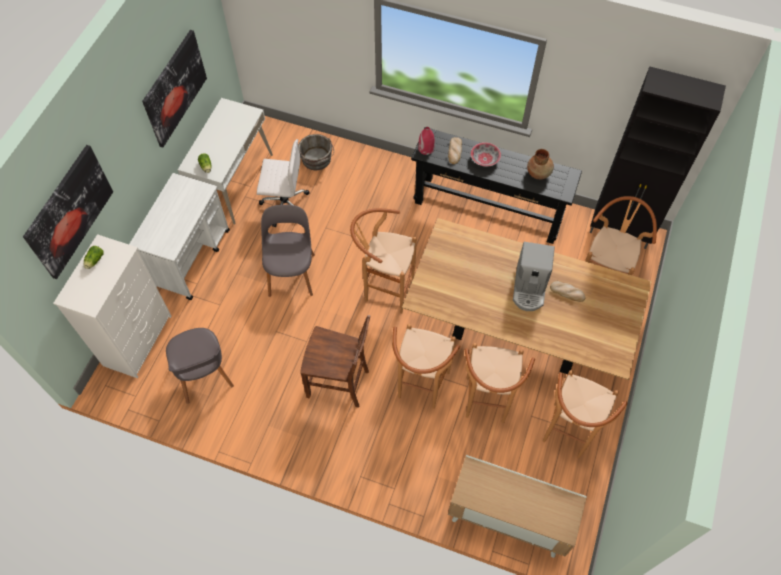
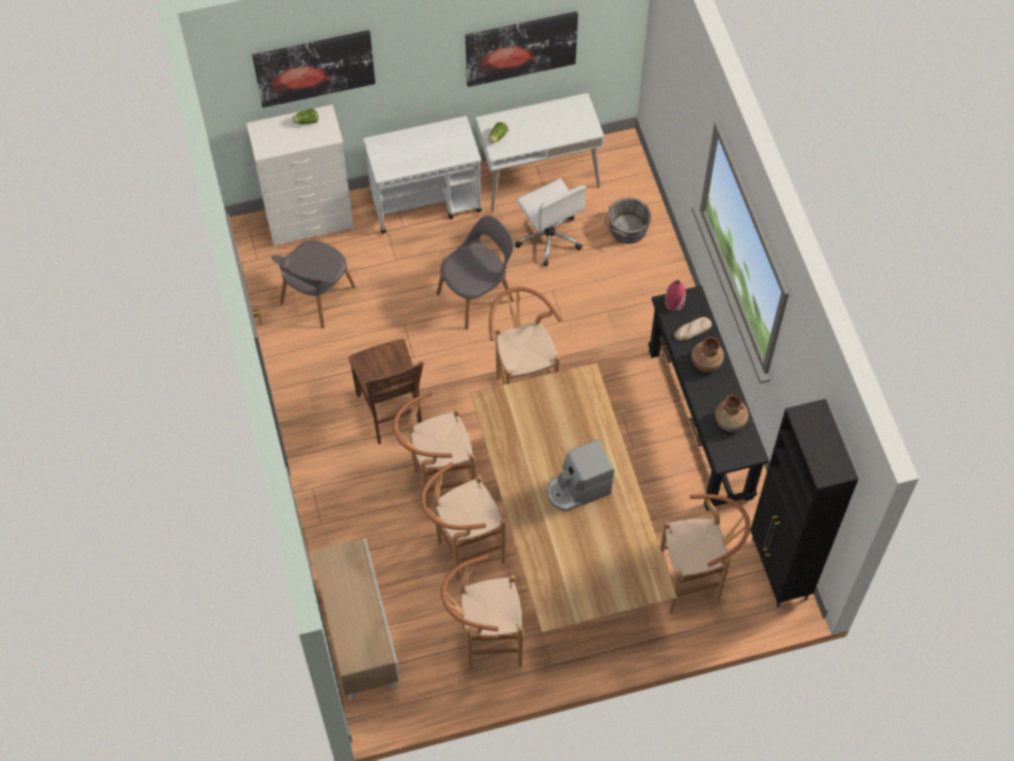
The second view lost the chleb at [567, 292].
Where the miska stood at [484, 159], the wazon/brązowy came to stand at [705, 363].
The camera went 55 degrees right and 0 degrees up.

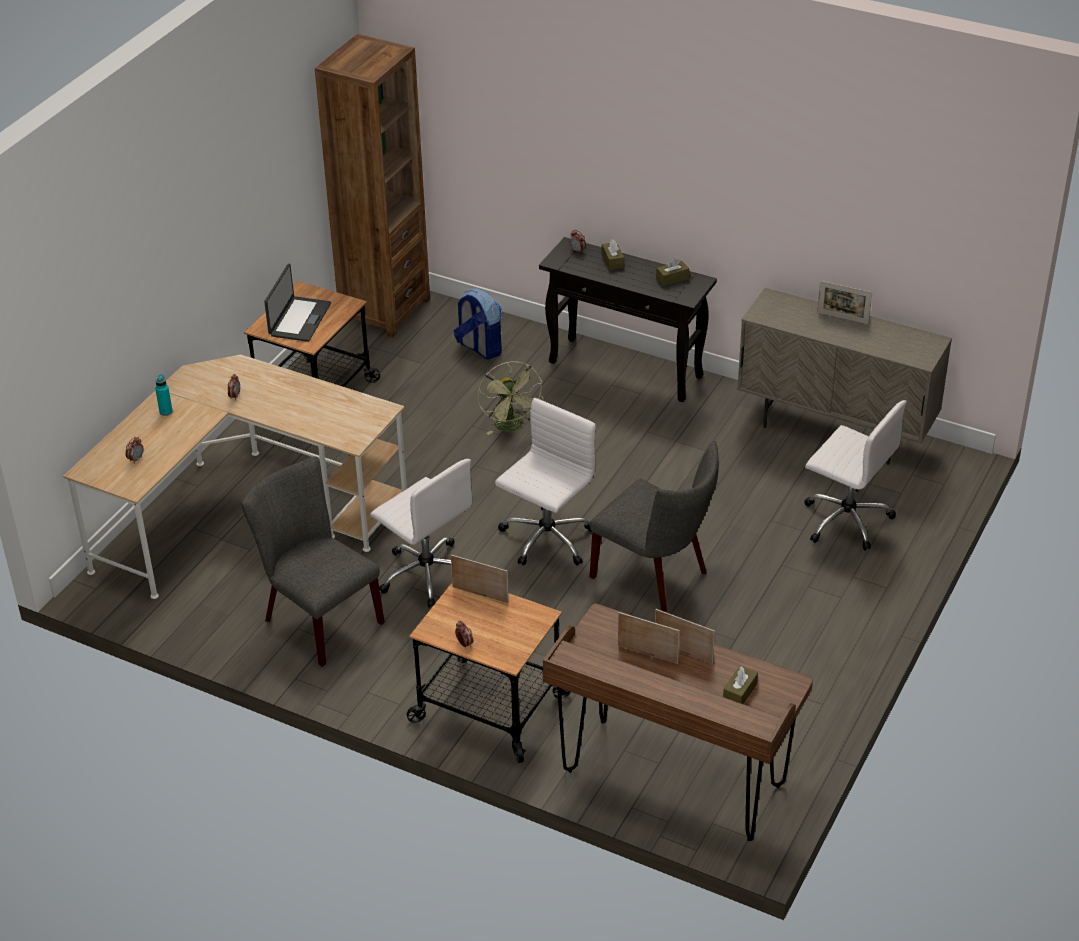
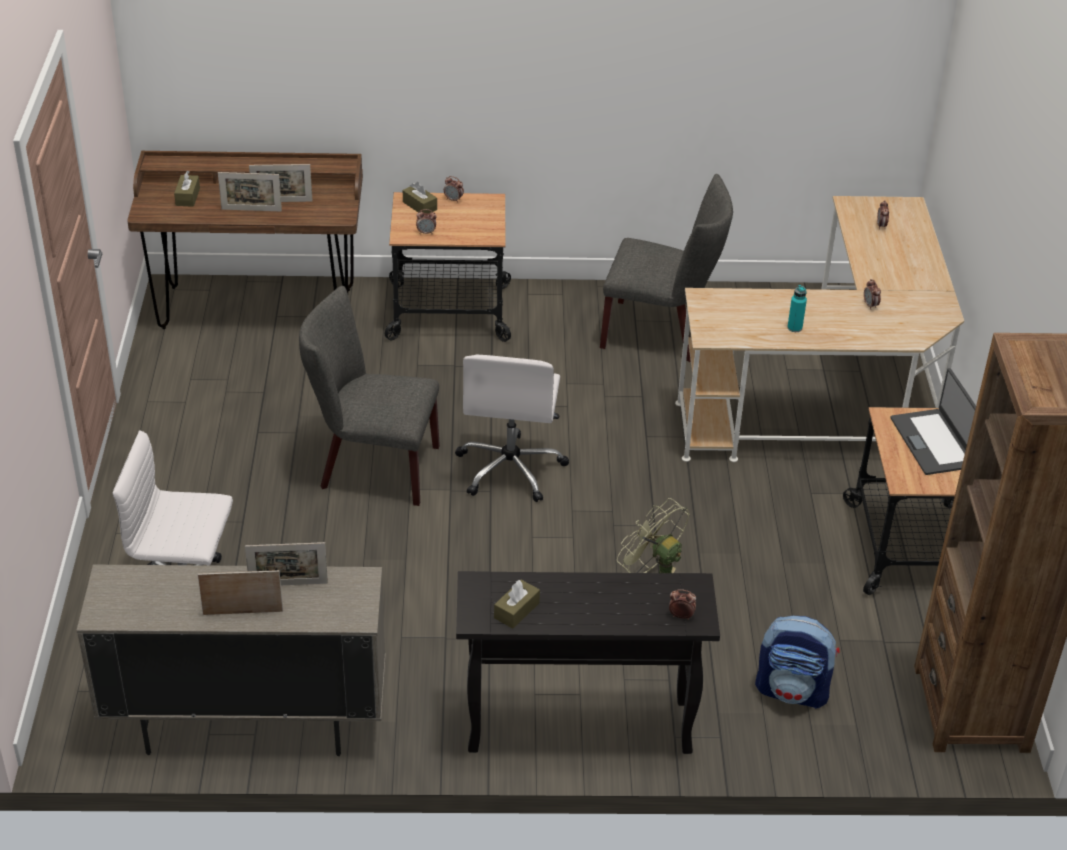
The second view lost the krzesło biurowe/biały at [426, 573].
The second view gained the budzik at [426, 232].
The butelka/turkusowy ended up elsewhere, having gone from [166, 412] to [794, 328].
The ramka na zdjęcie ended up elsewhere, having gone from [480, 595] to [288, 584].
The pudełko chusteczek/brązowy ended up elsewhere, having gone from [612, 261] to [420, 206].
The camera went 150 degrees right and 0 degrees up.

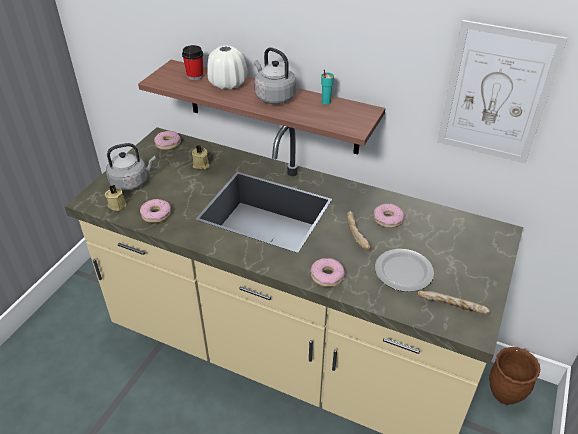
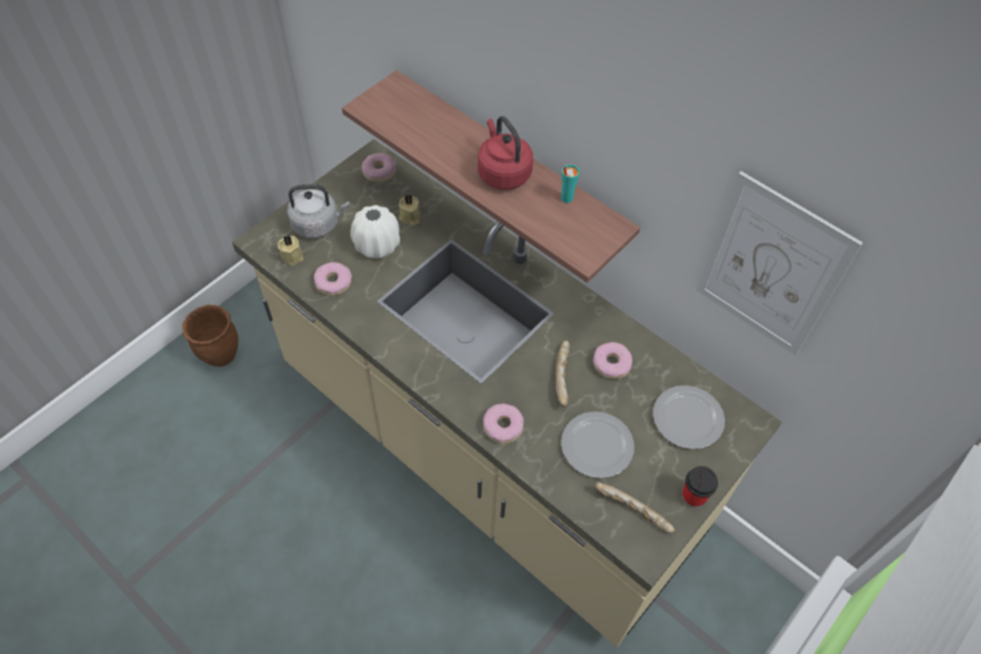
The second view gained the talerz at [689, 418].
The filiżanka ended up elsewhere, having gone from [195, 76] to [693, 496].
The wazon/biały ended up elsewhere, having gone from [228, 84] to [377, 245].
The donica/brązowy ended up elsewhere, having gone from [503, 393] to [221, 355].
What was the czajnik/szary at [273, 96] turned into the czajnik/czerwony at [503, 172].
The camera went 15 degrees right and 15 degrees up.

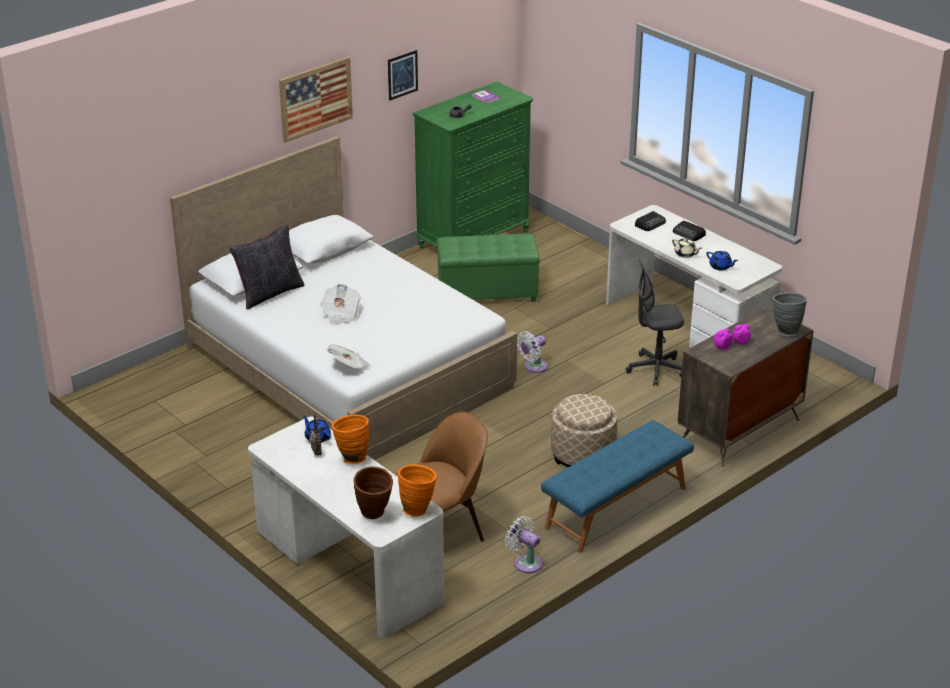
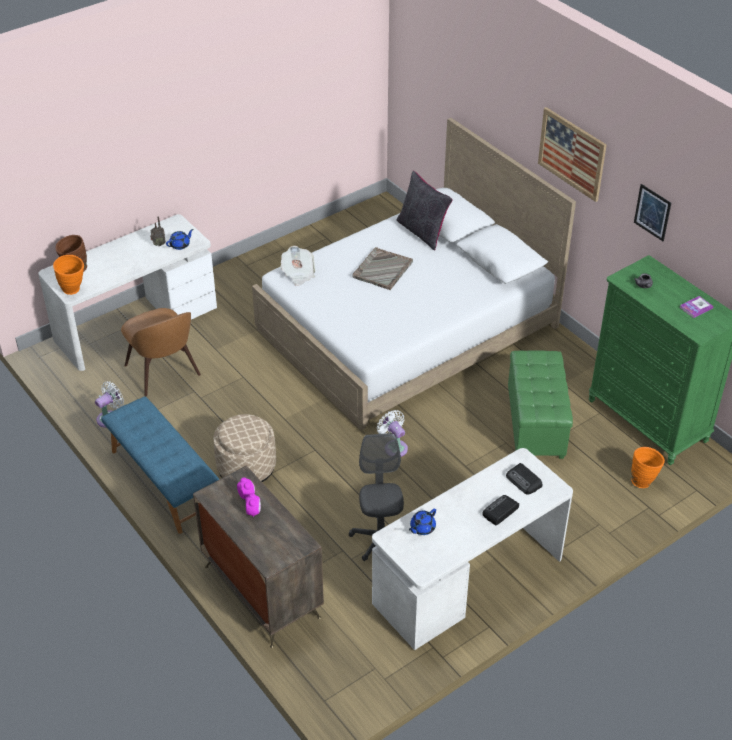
The second view lost the imbryk/beżowy at [685, 254].
The second view lost the wazon/szary at [785, 330].
The wazon/pomarańczowy ended up elsewhere, having gone from [351, 457] to [643, 481].
Where the gazeta stood at [340, 315], the taca/szary came to stand at [382, 270].
The camera went 95 degrees right and 10 degrees up.

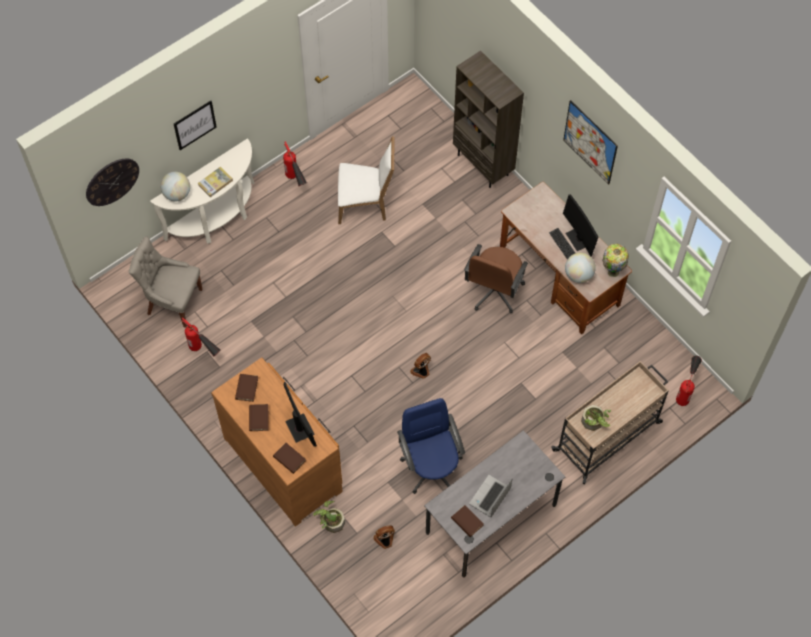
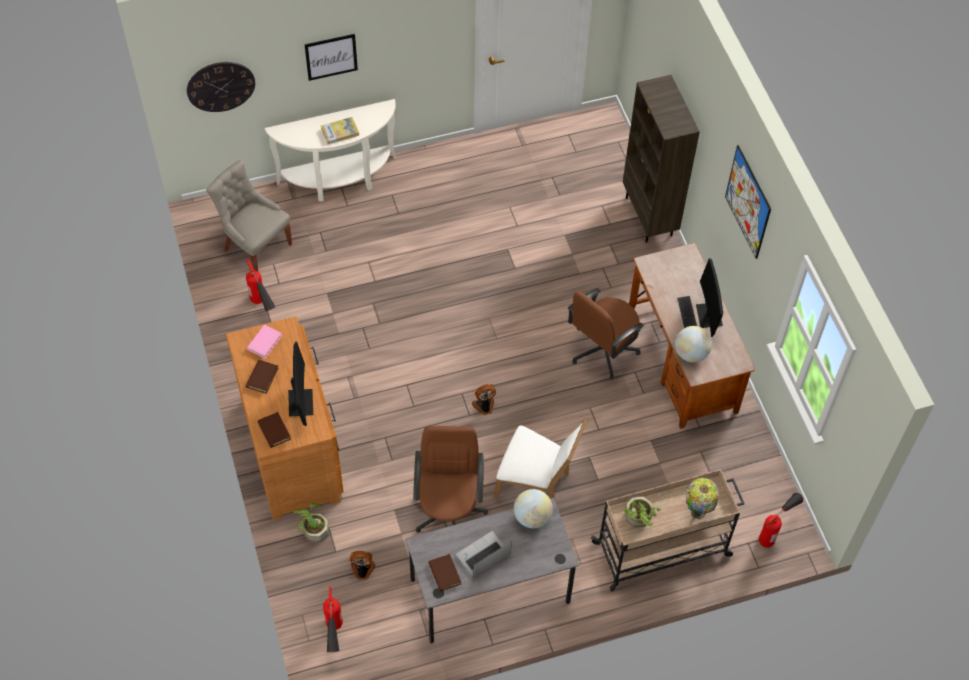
The globus ended up elsewhere, having gone from [177, 194] to [532, 517].
The gaśnica ended up elsewhere, having gone from [296, 182] to [334, 637].
The krzesło/biały ended up elsewhere, having gone from [365, 204] to [536, 484].
The lampa stołowa ended up elsewhere, having gone from [612, 271] to [698, 511].
What was the książka/brązowy at [246, 388] turned into the książka/różowy at [264, 342].
What was the krzesło biurowe/niebieski at [431, 467] turned into the krzesło biurowe/brązowy at [449, 511].
The camera went 20 degrees right and 5 degrees down.

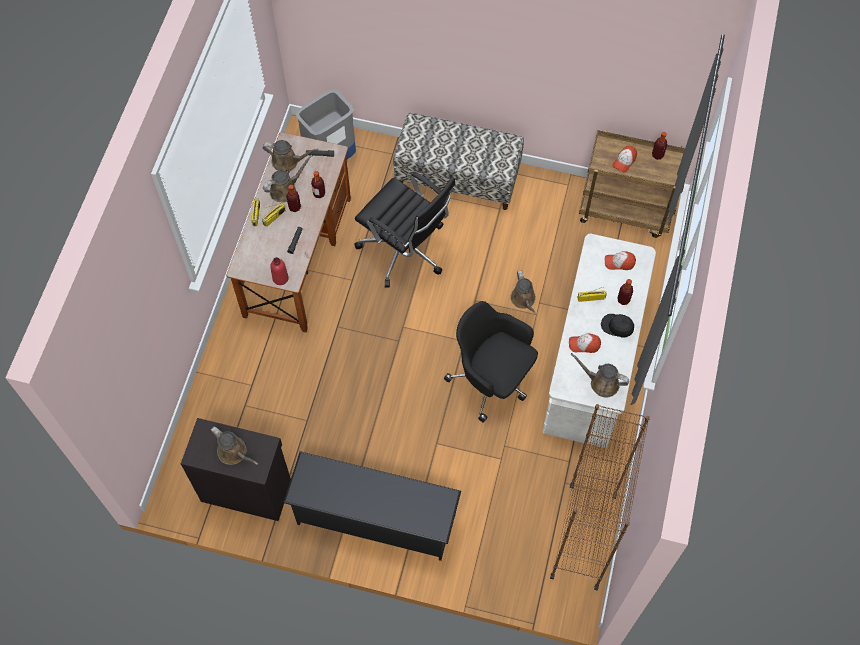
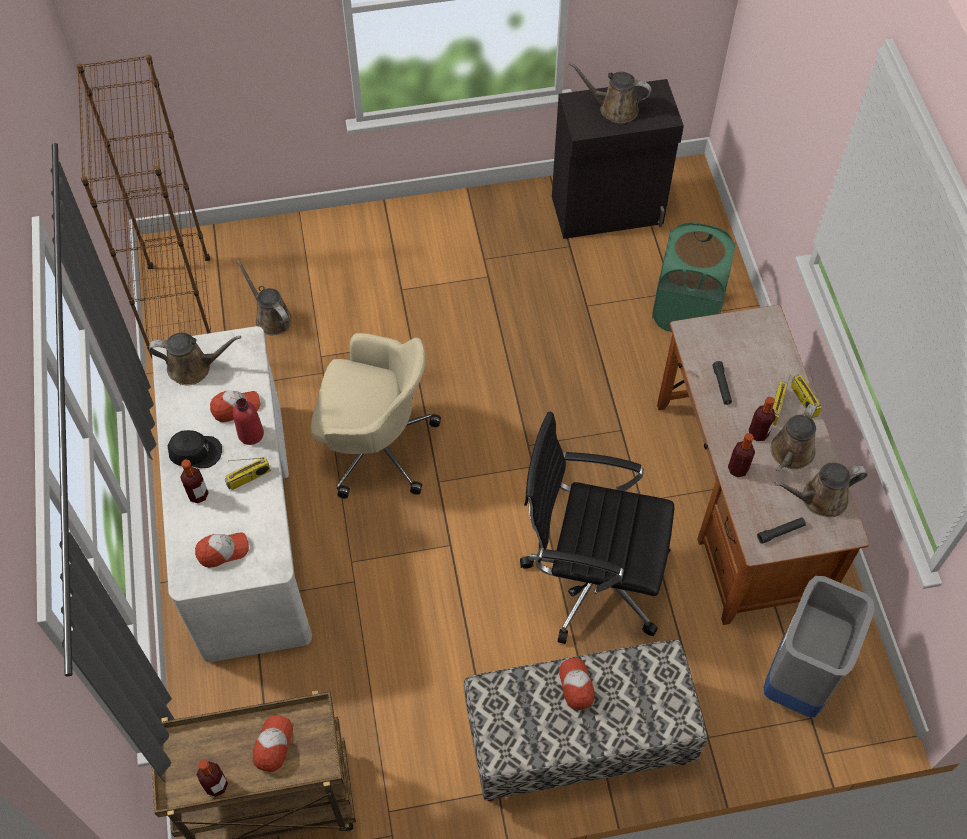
The second view lost the regał na buty/czarny at [375, 519].
The second view gained the czapka z daszkiem at [576, 686].
The second view gained the kosz na pranie/zielony at [686, 311].
The butelka/czerwony ended up elsewhere, having gone from [280, 278] to [251, 434].
The konewka/brązowy ended up elsewhere, having gone from [523, 300] to [271, 317].
What was the krzesło biurowe/czarny at [492, 380] turned into the krzesło biurowe/beżowy at [375, 446].
The camera went 155 degrees right and 5 degrees down.

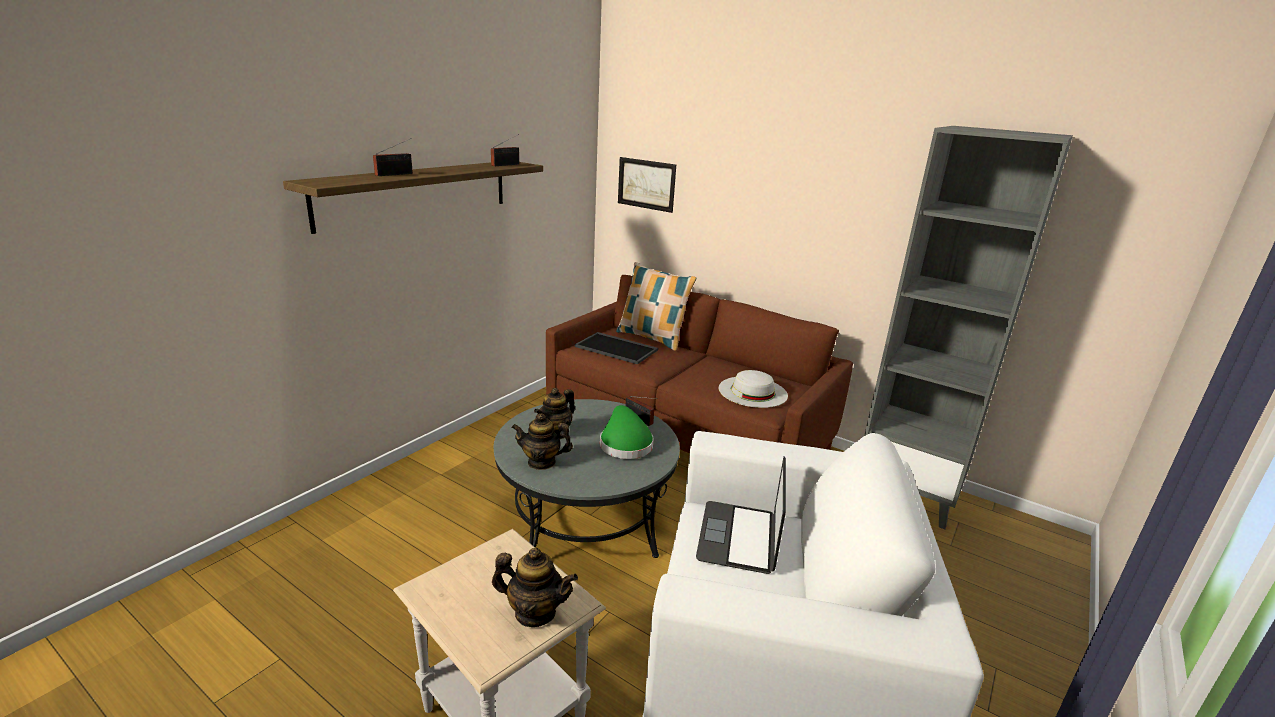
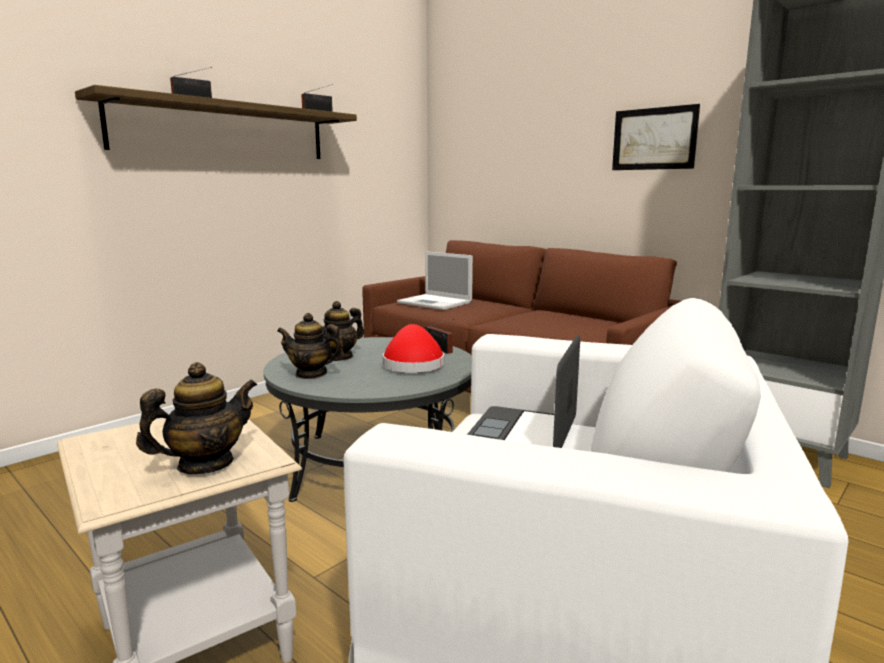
The second view lost the poduszka at [652, 338].
The second view lost the kapelusz/biały at [752, 391].
The obraz ended up elsewhere, having gone from [646, 184] to [654, 139].
Where the taca stood at [617, 348], the laptop came to stand at [436, 303].
What was the kapelusz/zielony at [624, 443] turned into the kapelusz/czerwony at [413, 364].
The imbryk at [535, 612] ended up facing another way, 60 degrees counterclockwise from before.
The camera went 10 degrees right and 10 degrees down.

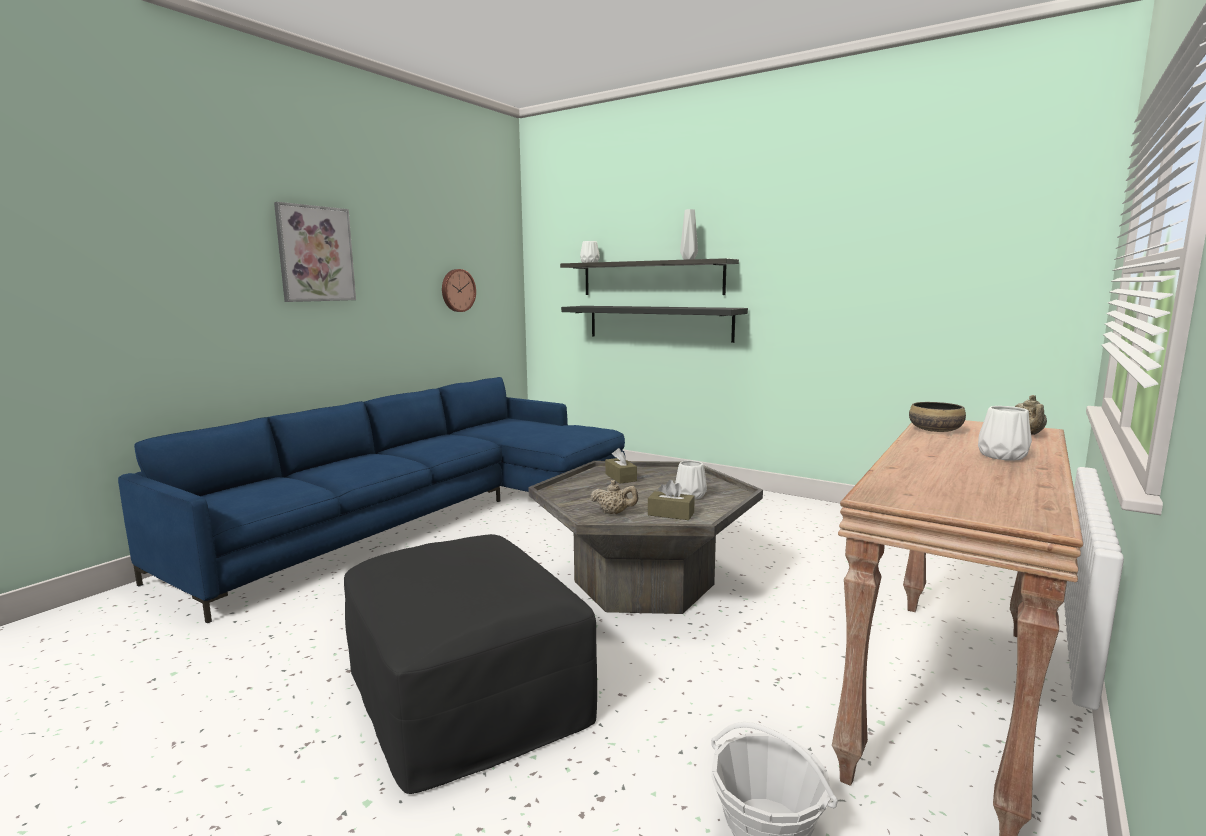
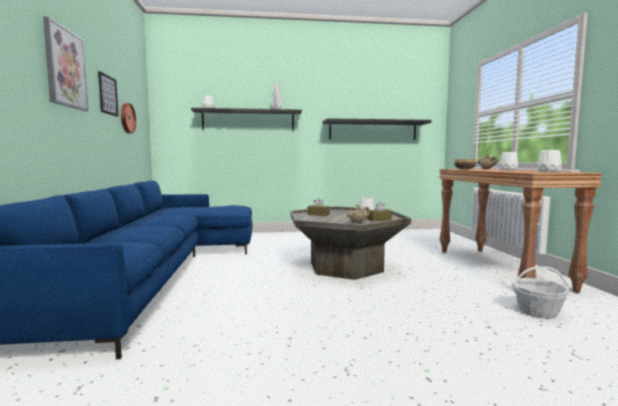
The second view lost the pufa/czarny at [465, 690].
The second view gained the obraz at [108, 95].
The second view gained the wazon/biały at [548, 172].
The półka/czarny ended up elsewhere, having gone from [659, 323] to [372, 130].
The camera went 40 degrees left and 5 degrees down.

